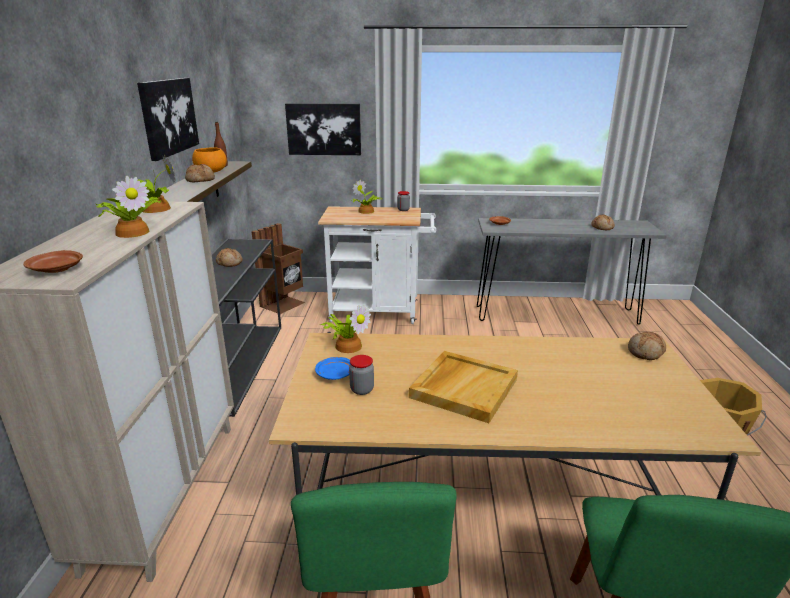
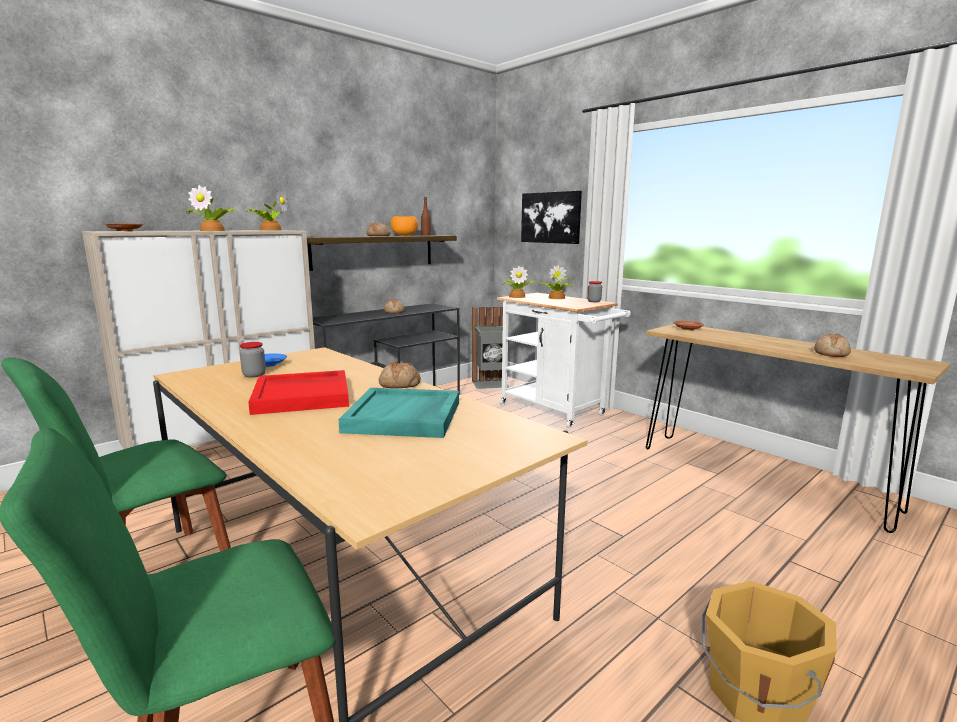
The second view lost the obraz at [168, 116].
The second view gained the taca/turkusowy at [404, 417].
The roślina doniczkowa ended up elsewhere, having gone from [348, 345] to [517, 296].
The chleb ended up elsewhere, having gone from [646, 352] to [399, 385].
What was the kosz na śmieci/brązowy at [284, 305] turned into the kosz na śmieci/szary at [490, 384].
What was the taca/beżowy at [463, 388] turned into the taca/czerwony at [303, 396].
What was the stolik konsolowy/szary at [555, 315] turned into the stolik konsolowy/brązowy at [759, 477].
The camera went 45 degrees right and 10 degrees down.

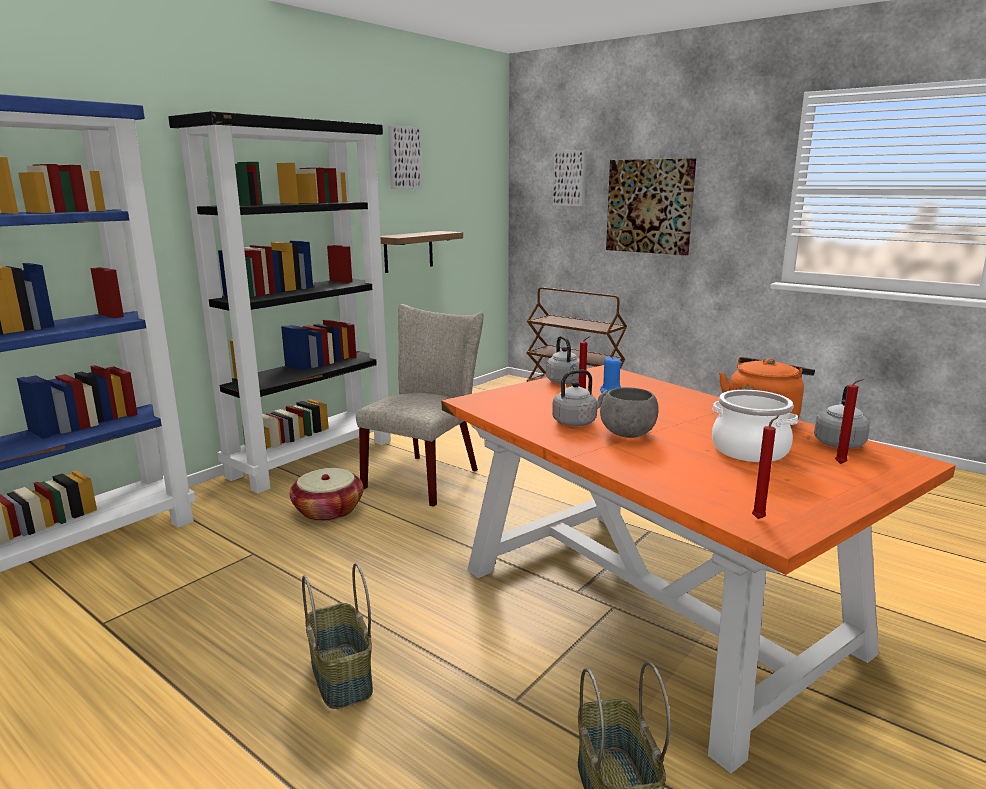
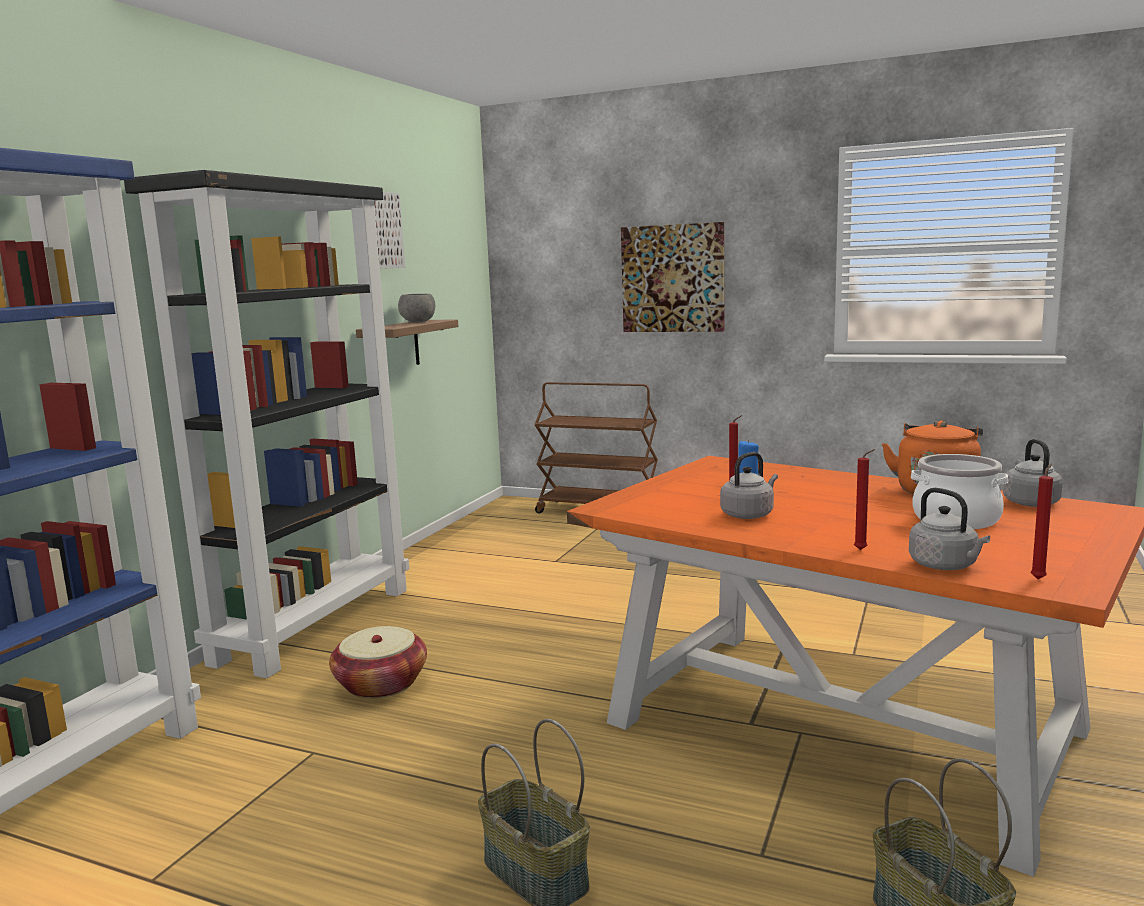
The second view lost the krzesło/beżowy at [426, 476].
The second view lost the obraz at [570, 178].
The czajnik/szary ended up elsewhere, having gone from [565, 382] to [945, 566].
The miska/szary ended up elsewhere, having gone from [628, 434] to [418, 322].
The świeca/czerwony ended up elsewhere, having gone from [842, 464] to [862, 550].
The camera went 15 degrees left and 5 degrees down.

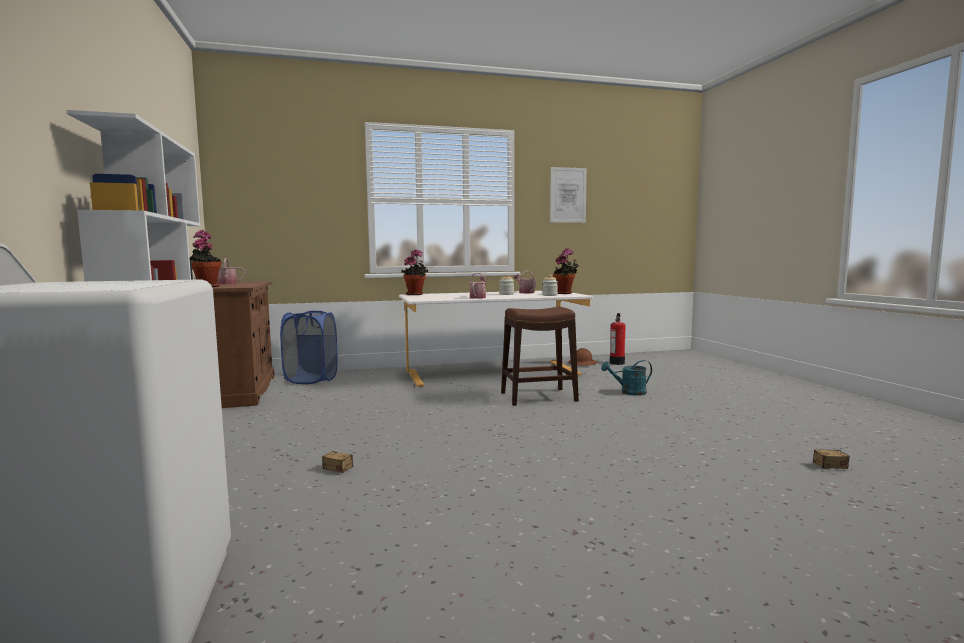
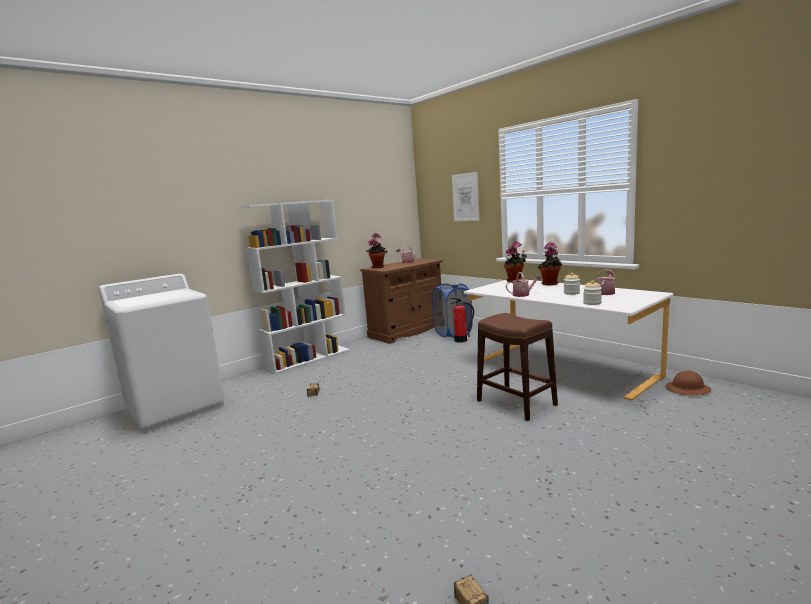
The second view lost the konewka/turkusowy at [629, 392].
The obraz ended up elsewhere, having gone from [568, 195] to [465, 197].
The roślina doniczkowa ended up elsewhere, having gone from [565, 293] to [550, 284].
The gaśnica ended up elsewhere, having gone from [617, 363] to [461, 340].
The camera went 65 degrees right and 5 degrees up.

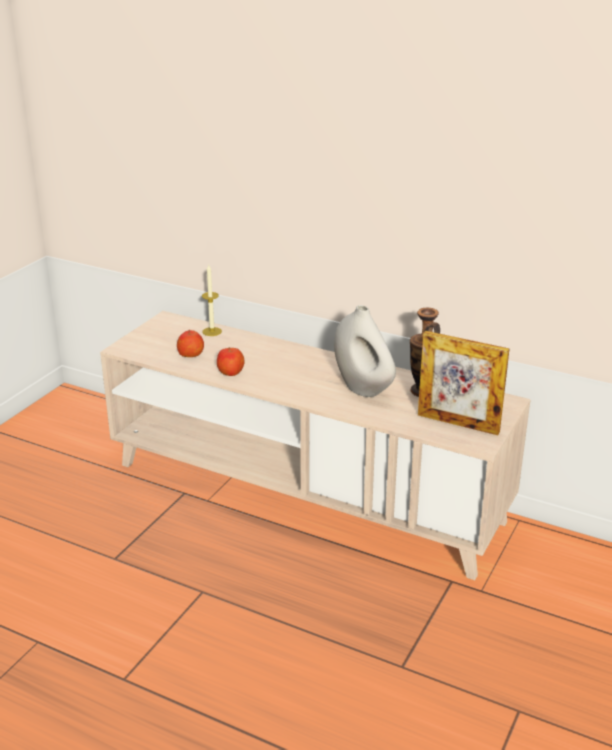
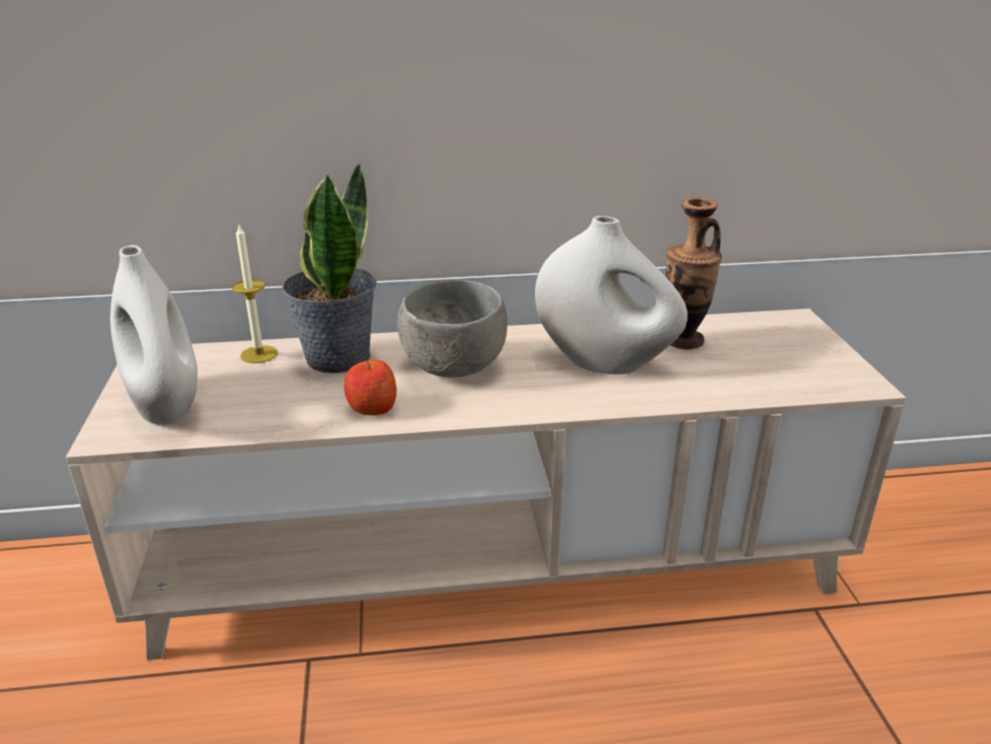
The second view lost the jabłko at [191, 354].
The second view lost the ramka na zdjęcie at [458, 423].
The second view gained the wazon/biały at [166, 407].
The second view gained the roślina doniczkowa at [336, 357].
The second view gained the miska/szary at [452, 367].
The camera went 35 degrees left and 0 degrees up.

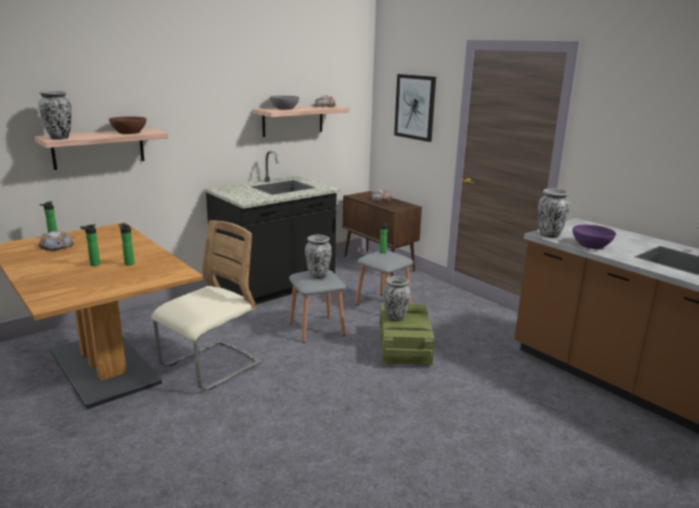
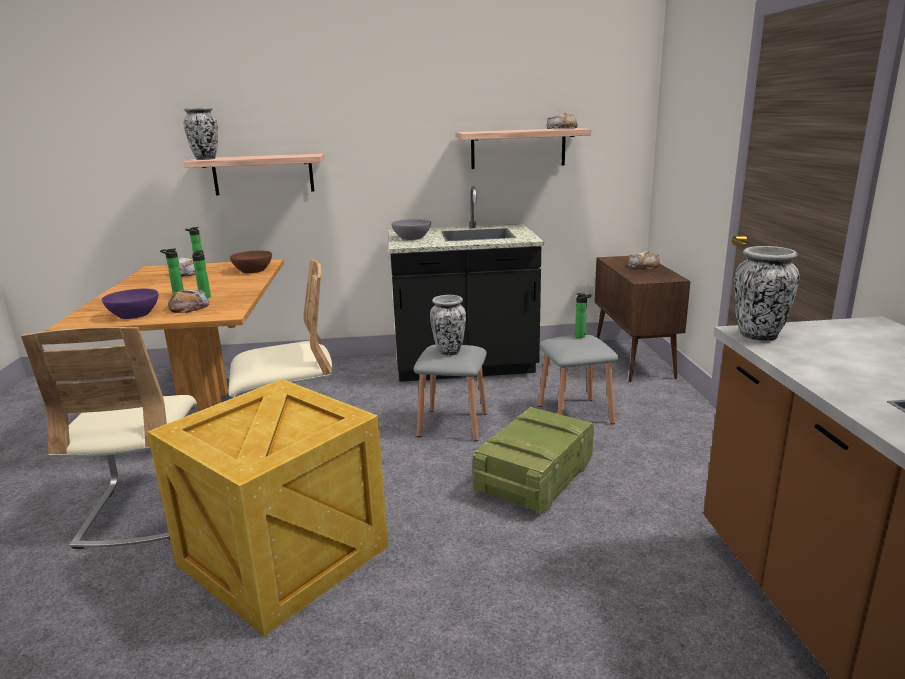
The second view lost the wazon at [395, 318].
The second view lost the obraz at [415, 107].
The second view gained the krzesło/beżowy at [145, 508].
The second view gained the skrzynka at [283, 553].
The second view gained the chleb at [189, 307].
The miska/brązowy ended up elsewhere, having gone from [129, 132] to [253, 270].
The miska/szary ended up elsewhere, having gone from [284, 108] to [412, 237].
The miska/fioletowy ended up elsewhere, having gone from [591, 245] to [134, 314].
The camera went 35 degrees right and 0 degrees up.

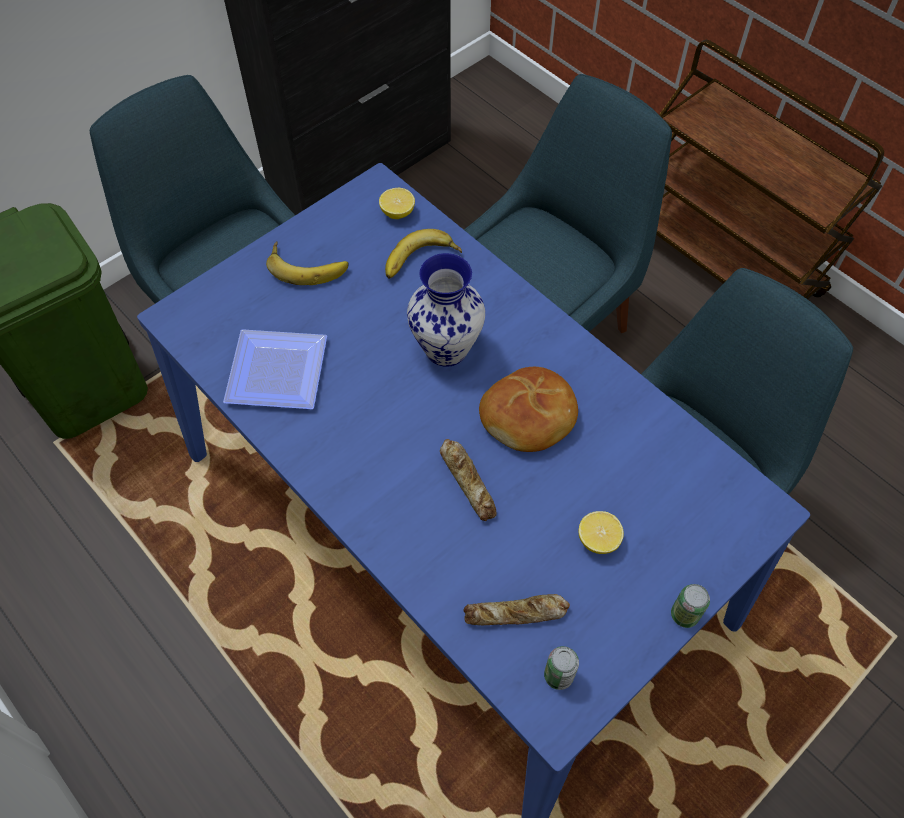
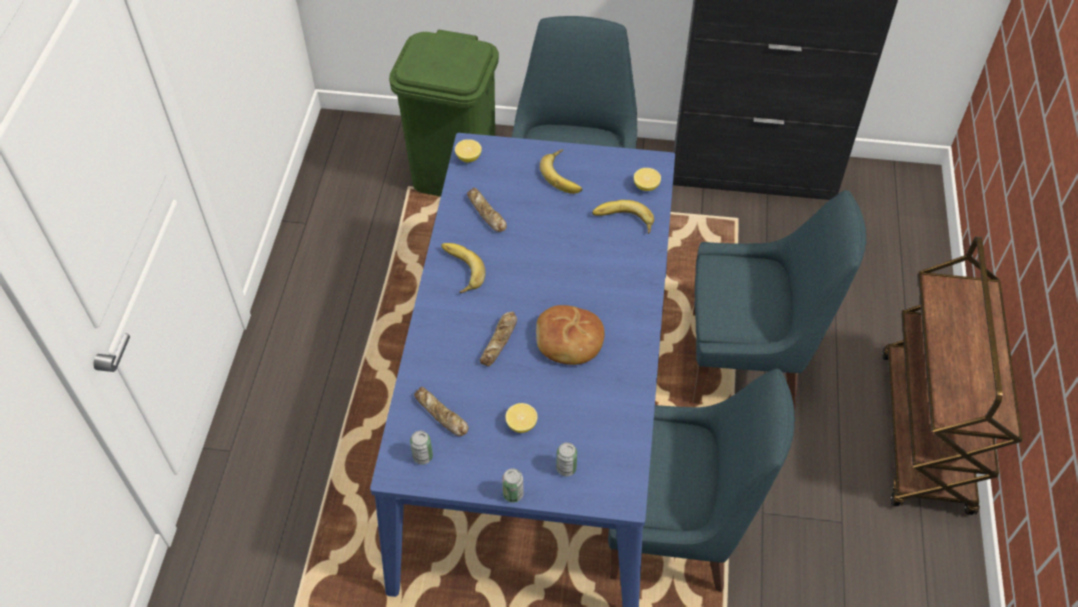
The second view lost the wazon at [446, 350].
The second view gained the banan at [459, 270].
The second view gained the cytryna at [468, 157].
The second view gained the puszka at [566, 468].
Where the talerz stood at [281, 369], the chleb came to stand at [486, 213].
The camera went 50 degrees right and 5 degrees down.

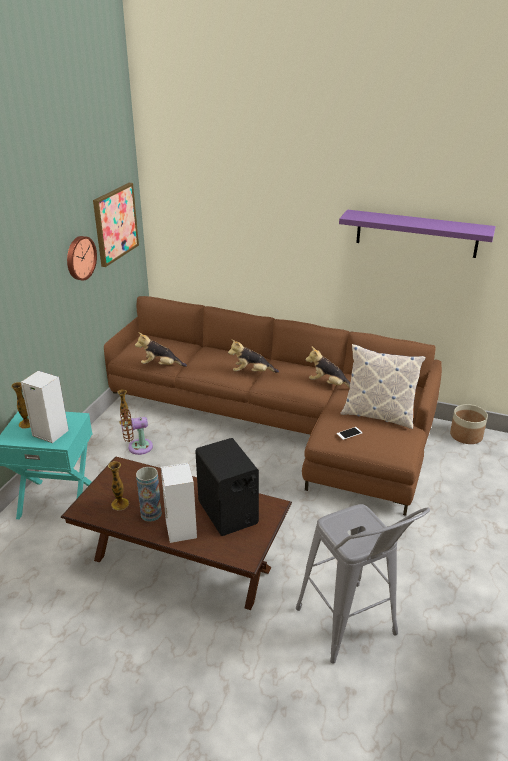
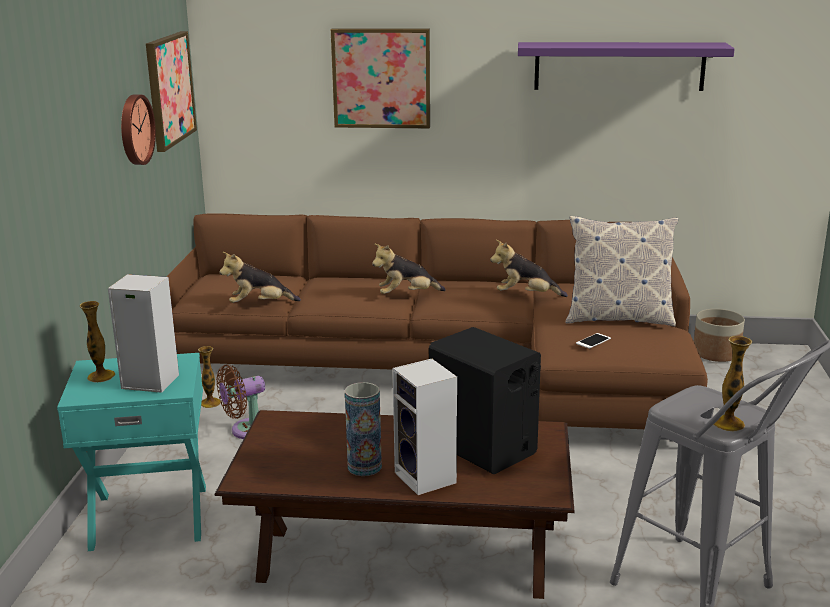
The second view gained the obraz at [381, 78].
The wazon ended up elsewhere, having gone from [120, 504] to [727, 423].
The camera went 15 degrees left and 10 degrees down.

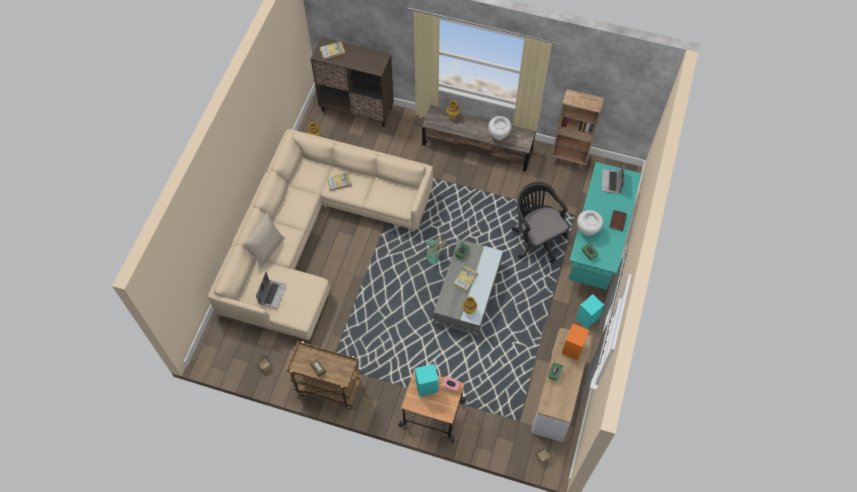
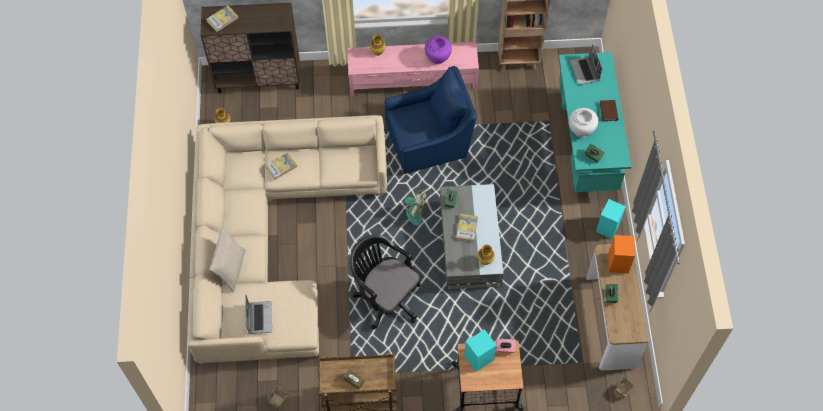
The second view gained the fotel/niebieski at [430, 140].
The krzesło biurowe/czarny ended up elsewhere, having gone from [536, 238] to [385, 297].
What was the szafka pod telewizor/brązowy at [477, 147] turned into the szafka pod telewizor/różowy at [413, 80].
What was the wazon/biały at [498, 135] turned into the wazon/fioletowy at [437, 58].
The camera went 20 degrees left and 0 degrees up.

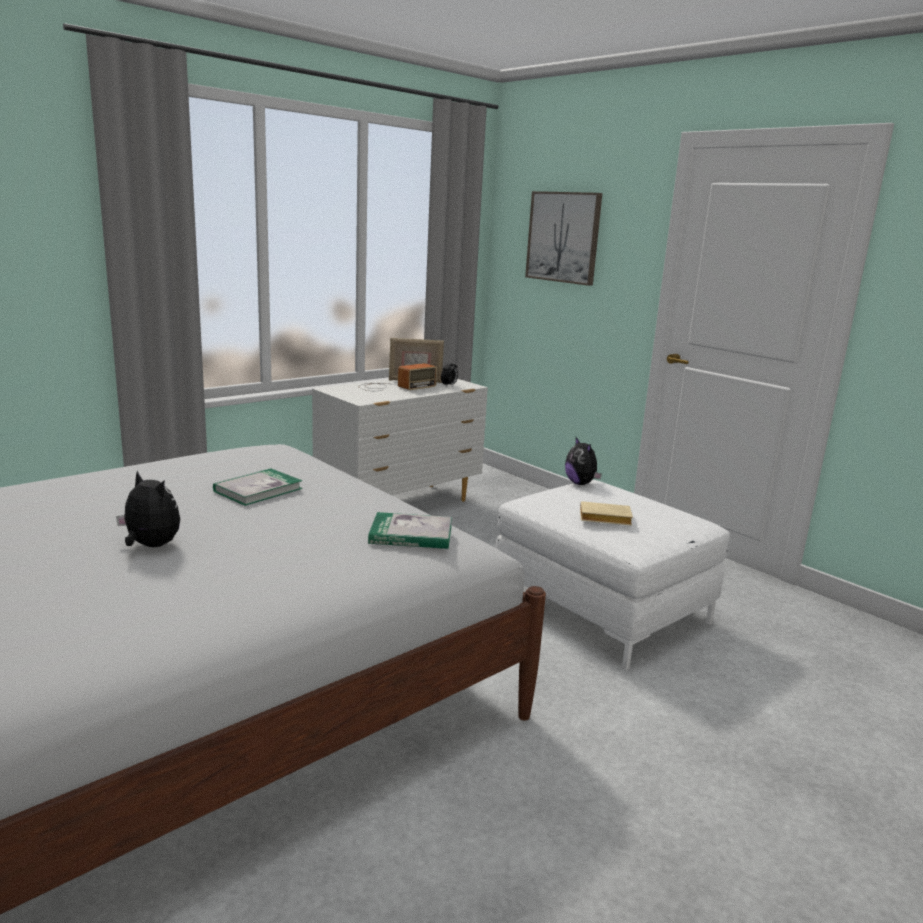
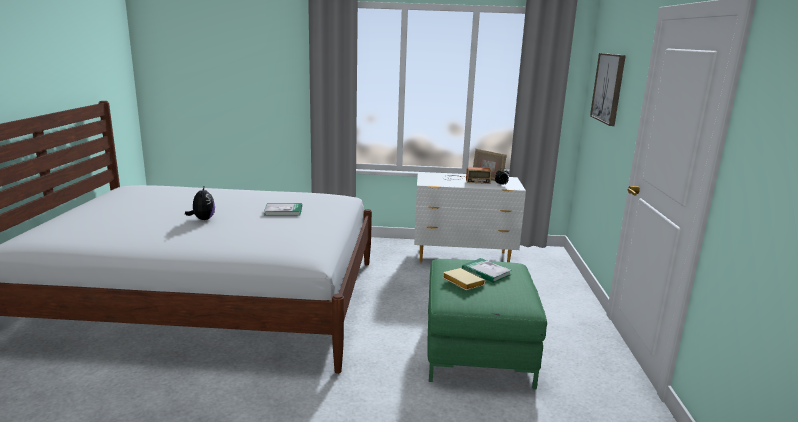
The second view lost the pluszak at [581, 483].
The książka ended up elsewhere, having gone from [411, 534] to [486, 272].
What was the pufa/biały at [602, 608] turned into the pufa/zielony at [478, 349].
The camera went 45 degrees right and 0 degrees up.

